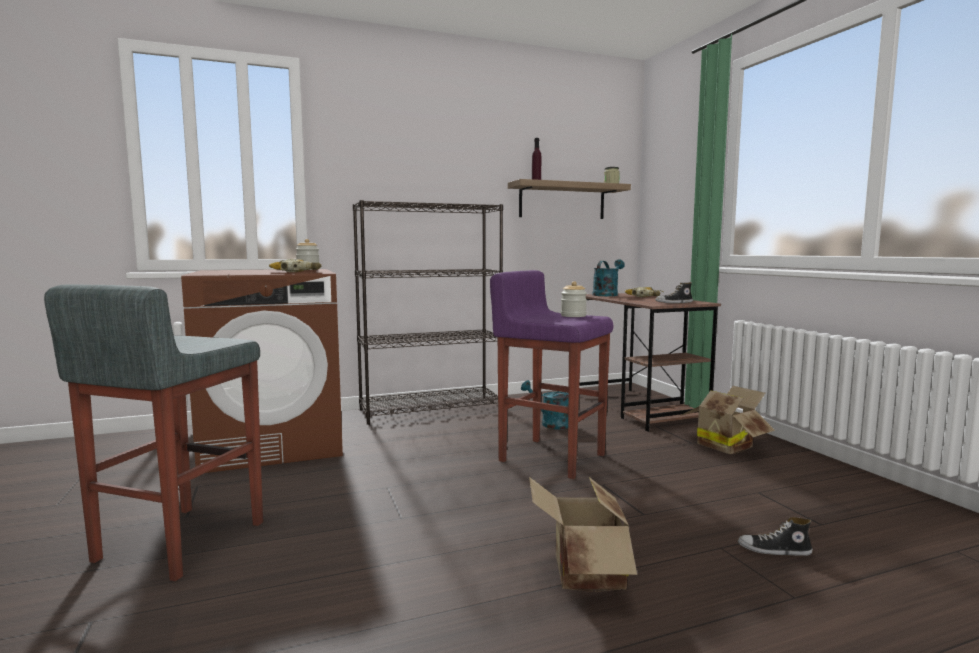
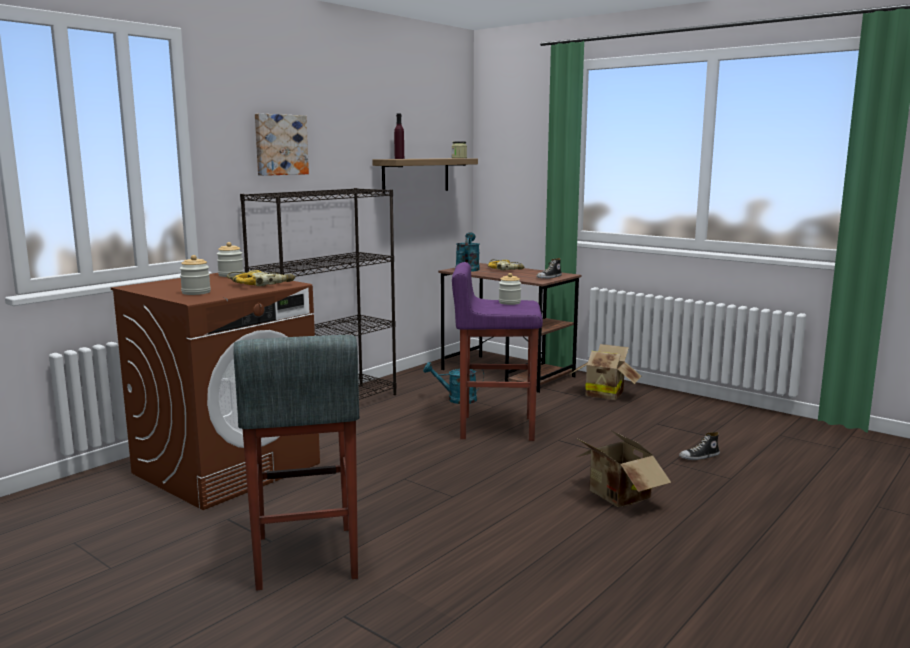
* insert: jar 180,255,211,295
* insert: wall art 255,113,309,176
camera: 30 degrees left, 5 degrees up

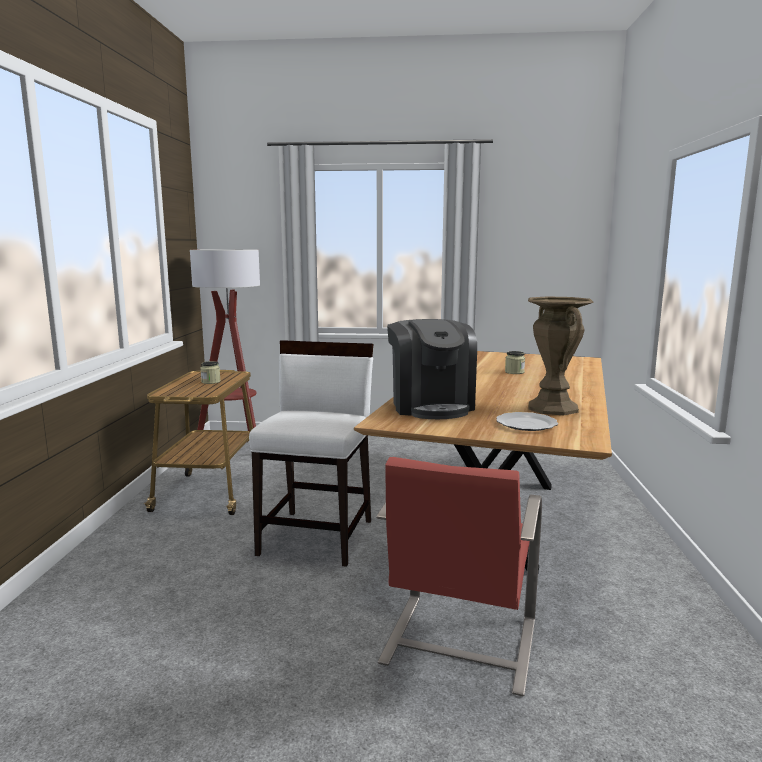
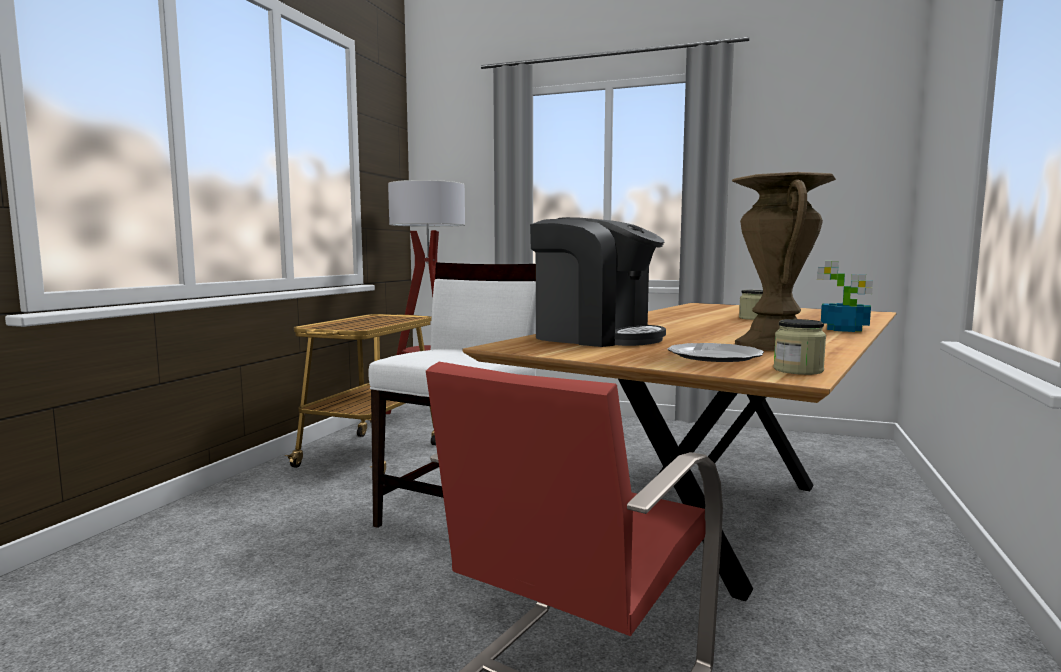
* insert: plant in a pot 817,261,873,332
* move: jar 200,361,220,384 to 773,319,826,375
* rotate: coffee brewer 387,319,477,419 = 530,217,666,347 60 degrees counterclockwise
camera: 15 degrees right, 5 degrees down

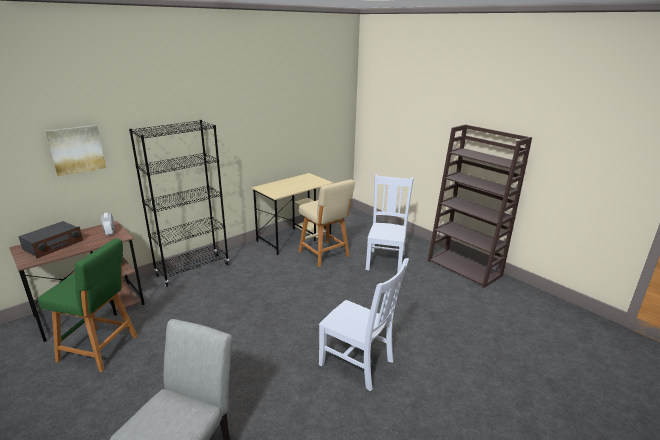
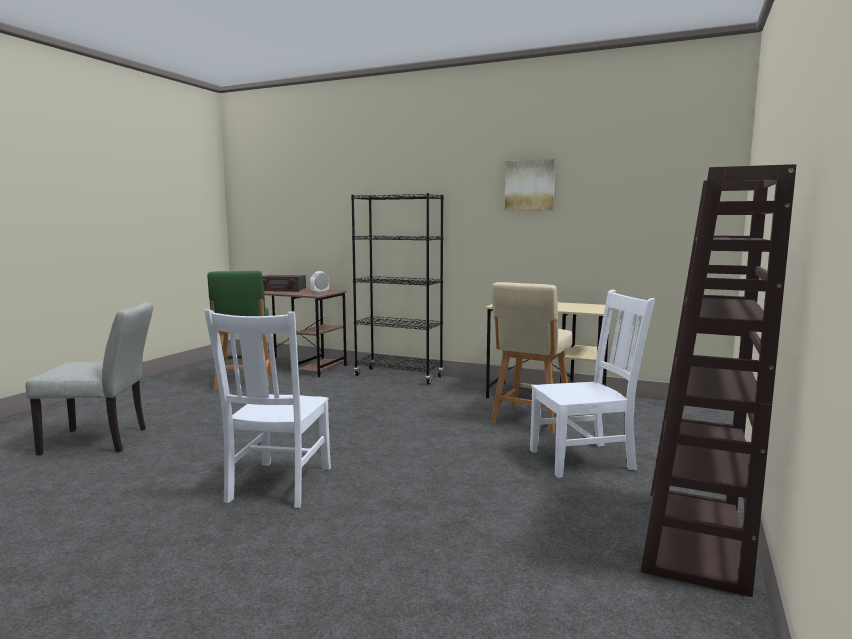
* move: wall art 46,125,106,176 to 505,159,555,211
camera: 65 degrees right, 15 degrees down

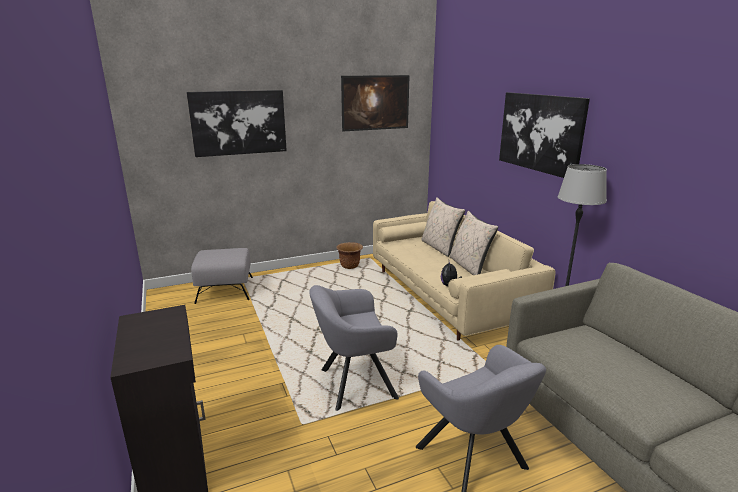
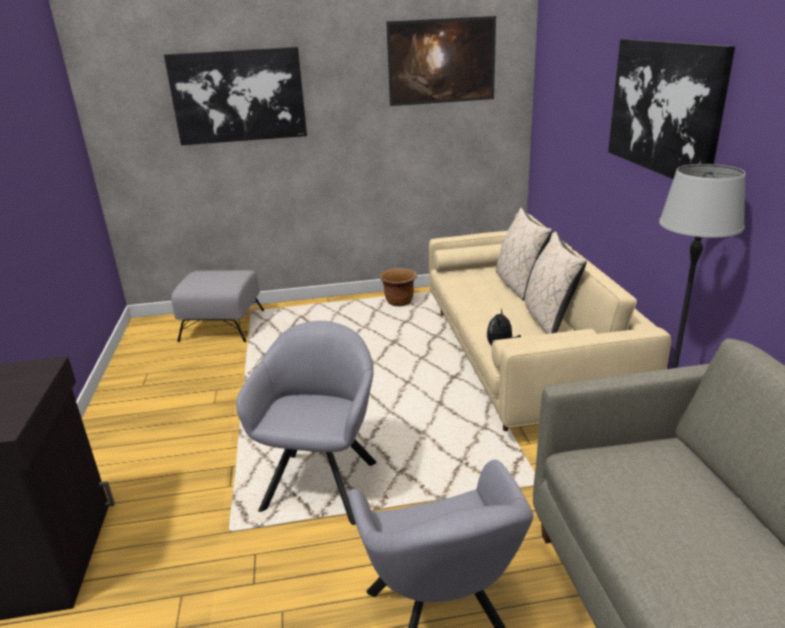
* rotate: armchair (gray) 309,285,399,411 = 236,321,377,525 105 degrees clockwise
camera: 15 degrees right, 5 degrees up

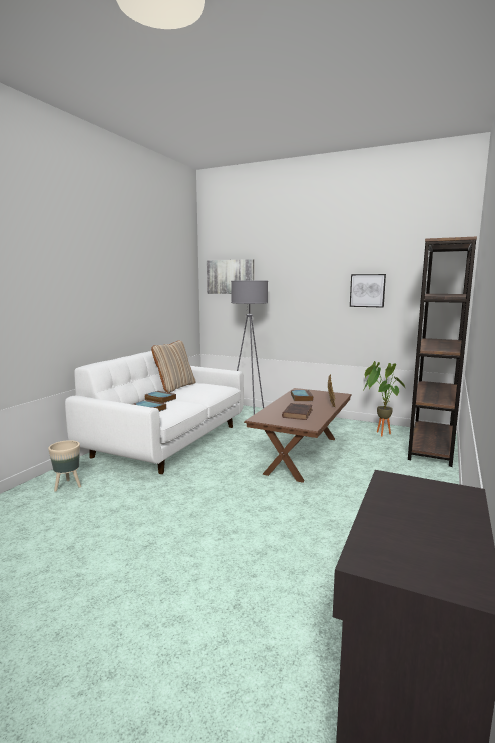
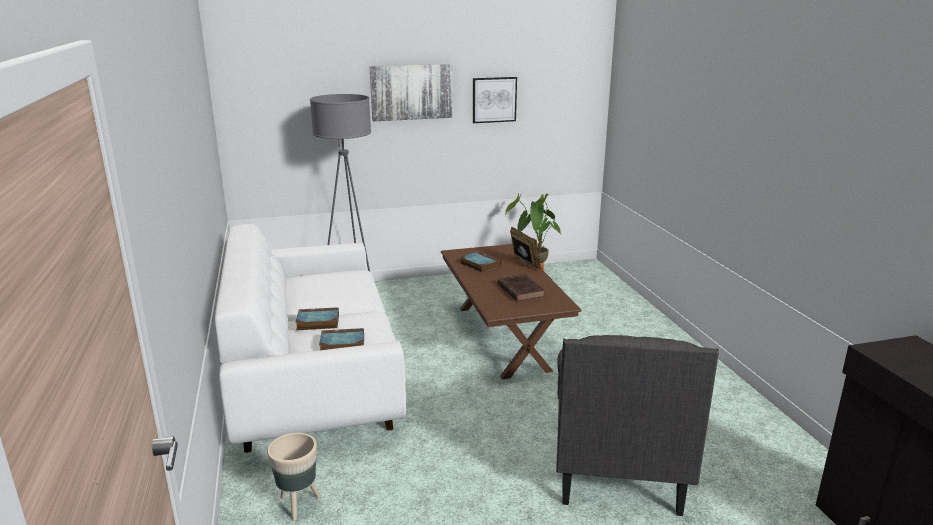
* delete: throw pillow (sand-coloured) 151,340,196,393
* delete: bookcase (brown) 408,237,477,467
* insert: armchair (gray) 556,335,719,516
* move: wall art 207,259,254,294 to 370,64,453,121
camera: 40 degrees left, 10 degrees up

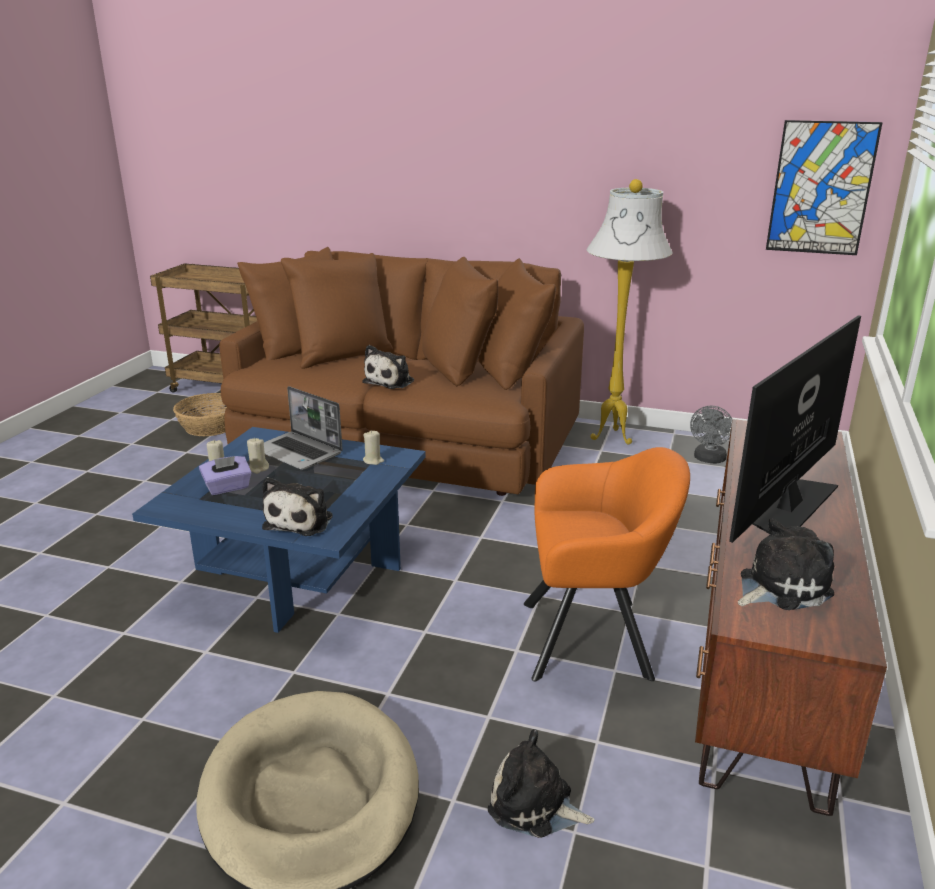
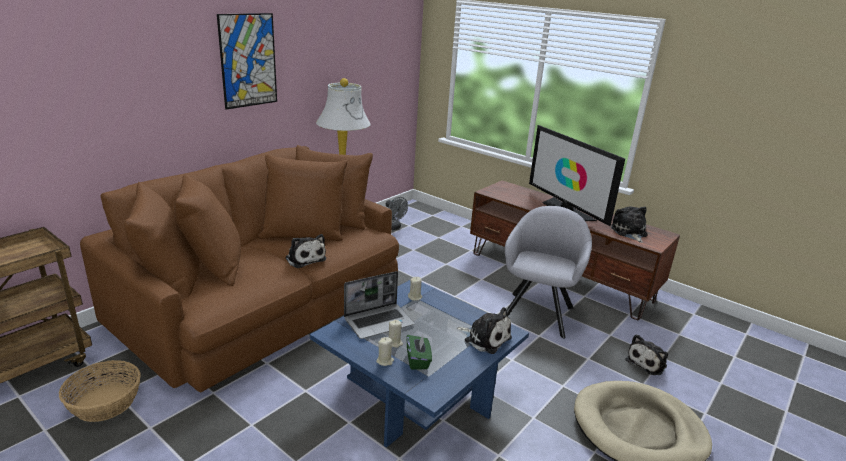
* move: wall art 766,120,883,255 to 217,13,277,110
* recolor: tissue holder (purple-coloured) 199,456,252,495 to tissue holder (greenish) 407,335,432,370
* recolor: armchair (orange-coloured) 524,447,690,681 to armchair (gray) 505,206,592,339
camera: 70 degrees left, 0 degrees up

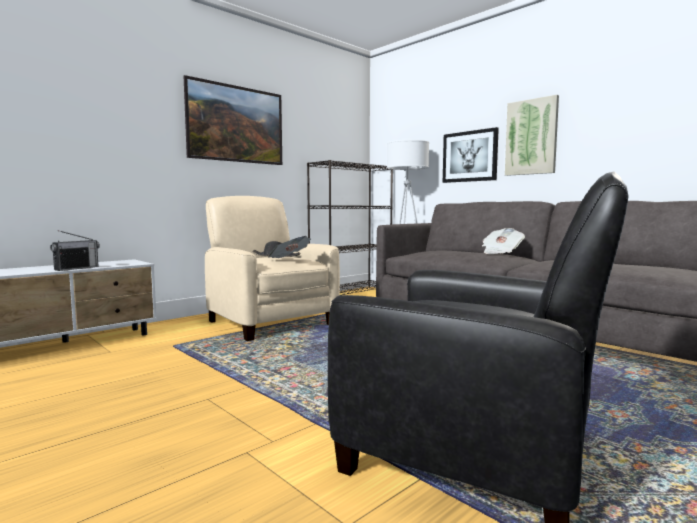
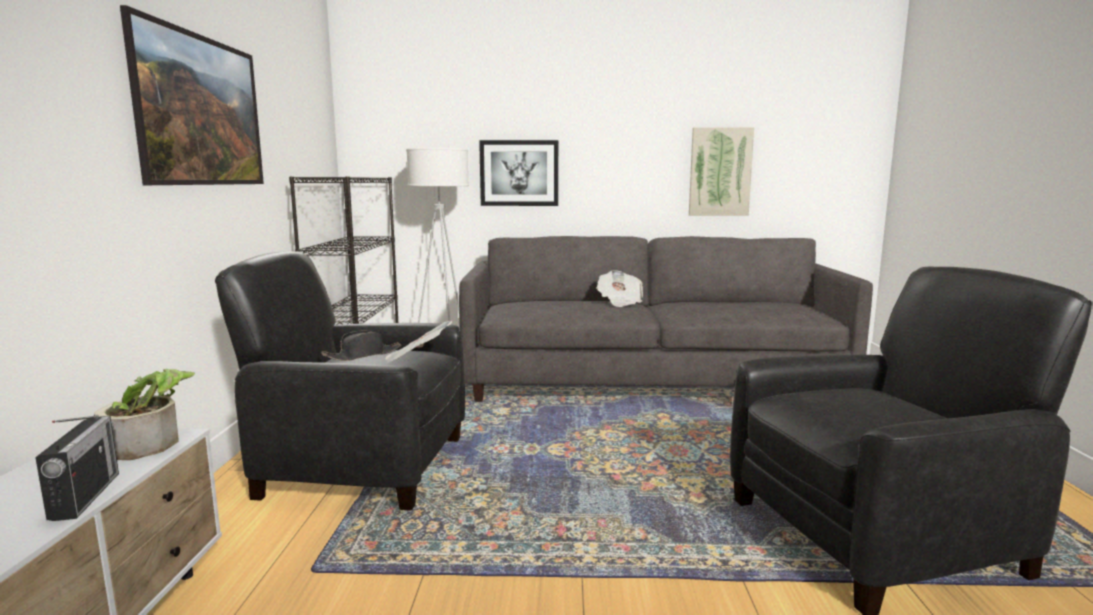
* insert: plant in a pot 94,369,195,460
* move: wall art 505,95,559,176 to 689,127,754,216
* recolor: armchair (sand-coloured) 205,196,340,341 to armchair (black-coloured) 215,251,465,511
camera: 45 degrees left, 5 degrees up

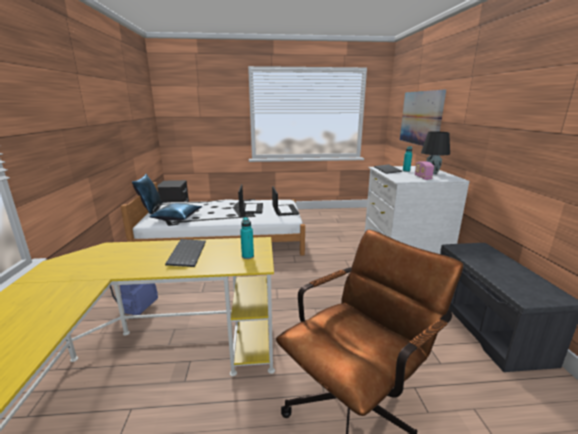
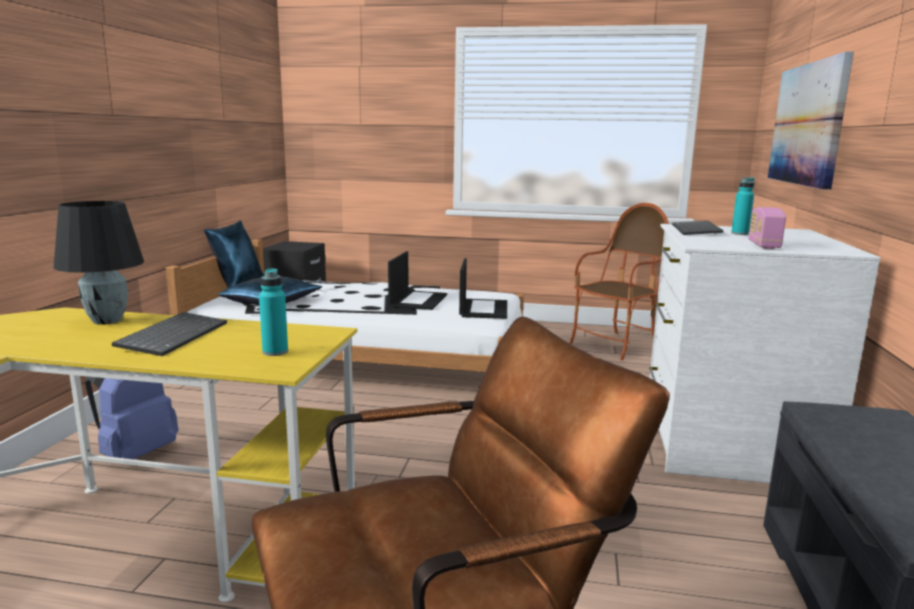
* insert: armchair 570,203,668,360
* move: lamp for a table (black-coloured) 421,131,450,174 to 54,201,144,325
camera: 15 degrees right, 5 degrees down

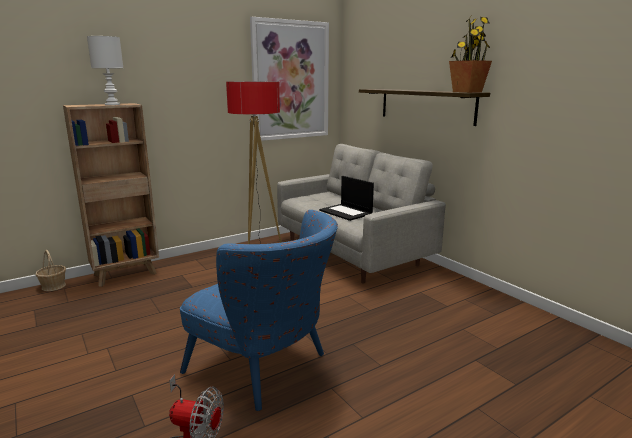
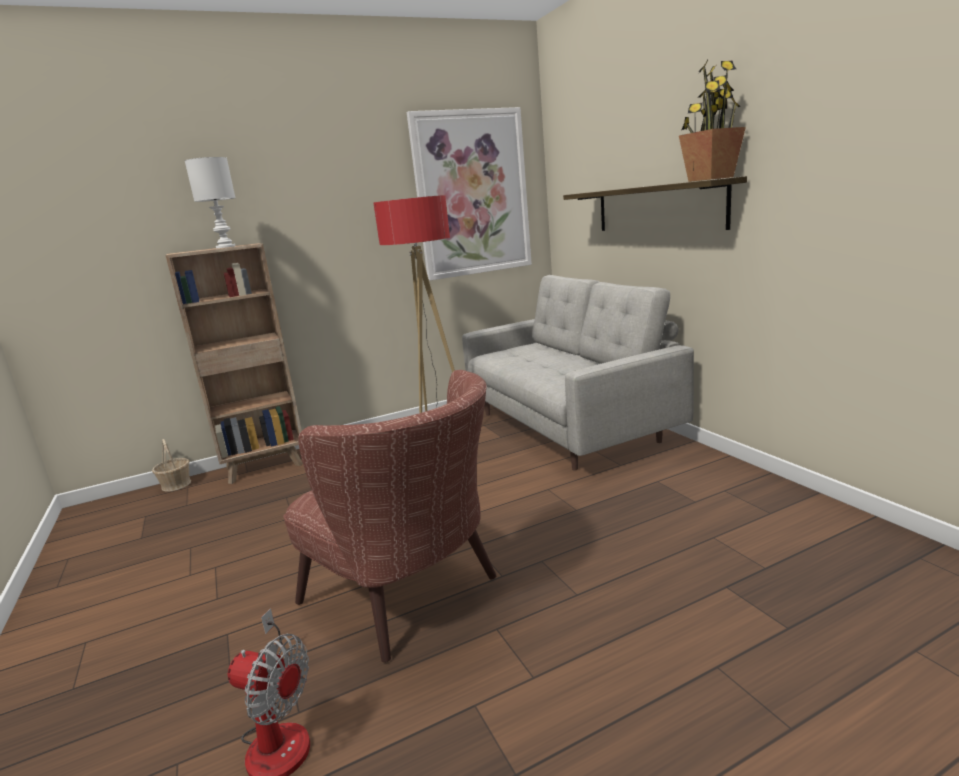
* delete: notebook computer 319,176,374,221
* recolor: armchair (bluish) 180,210,338,411 to armchair (brown) 283,370,496,662
camera: 10 degrees right, 0 degrees up

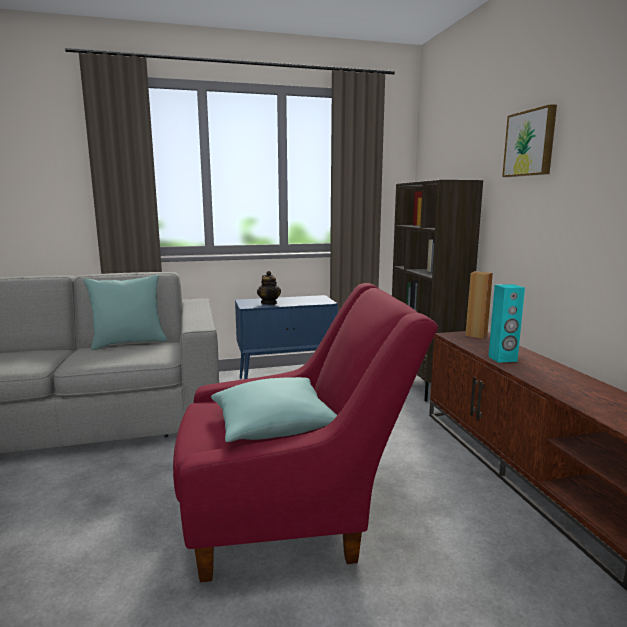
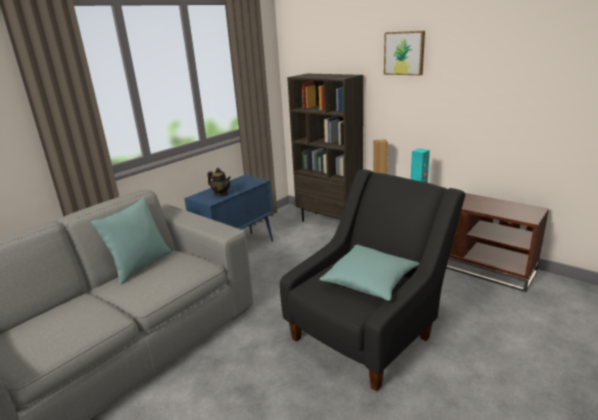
* recolor: armchair (red-coloured) 173,283,438,582 to armchair (black-coloured) 280,169,466,391
camera: 35 degrees left, 10 degrees up

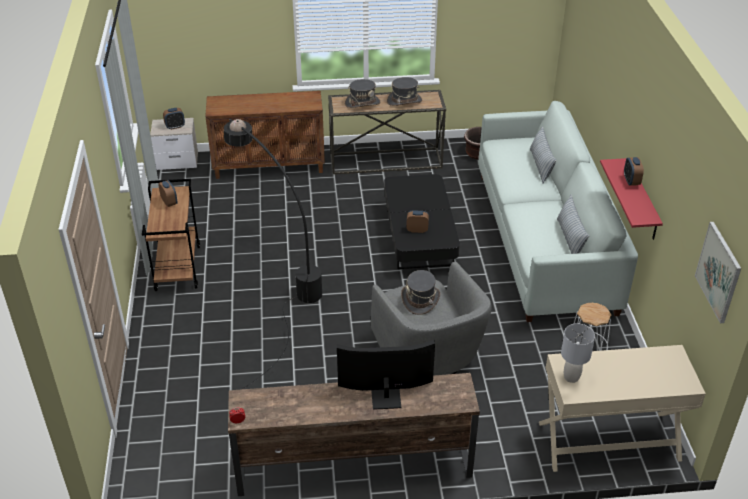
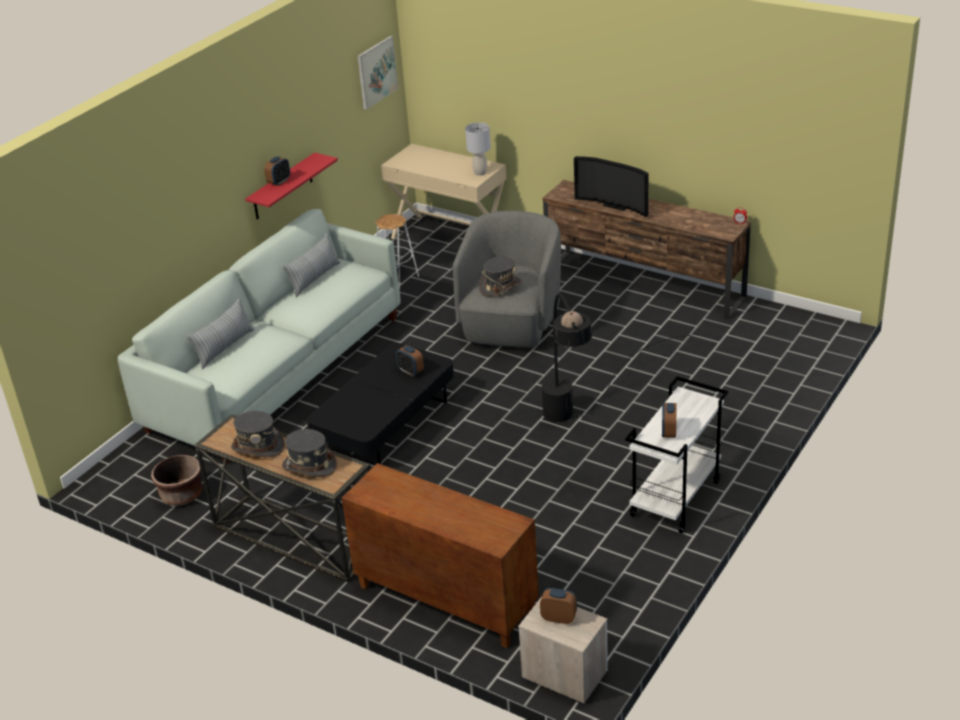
* recolor: wheeled cart (brown) 142,179,200,291 to wheeled cart (white-coloured) 625,376,729,533
camera: 140 degrees left, 5 degrees down

